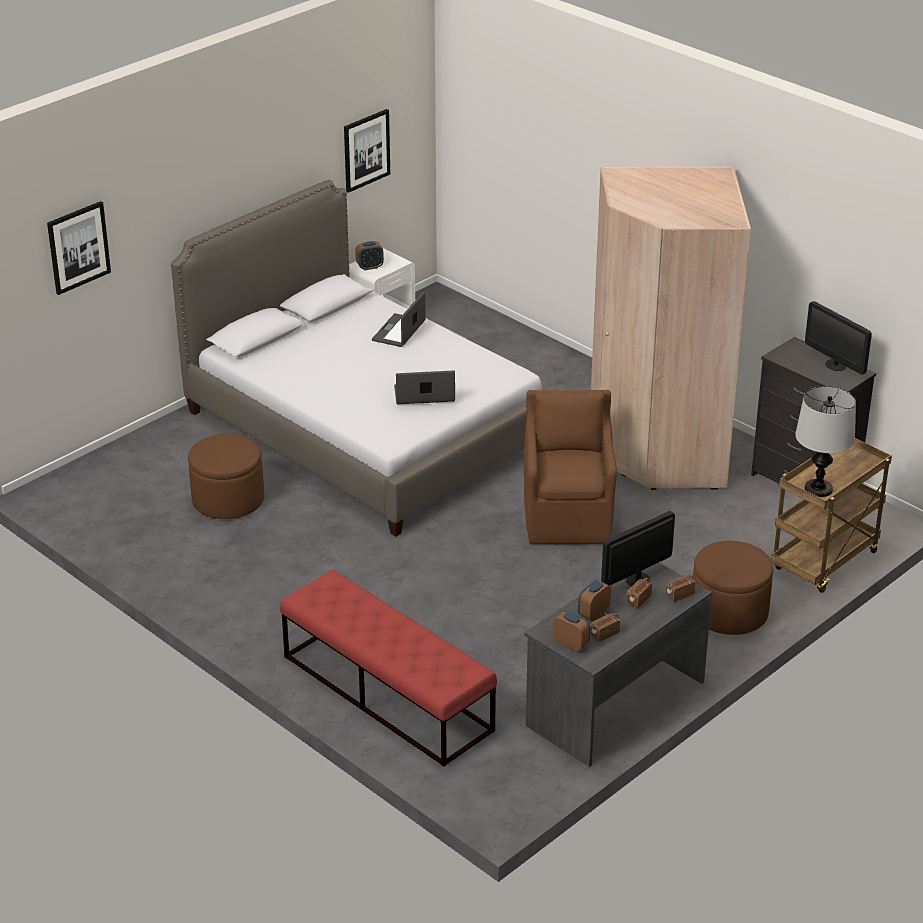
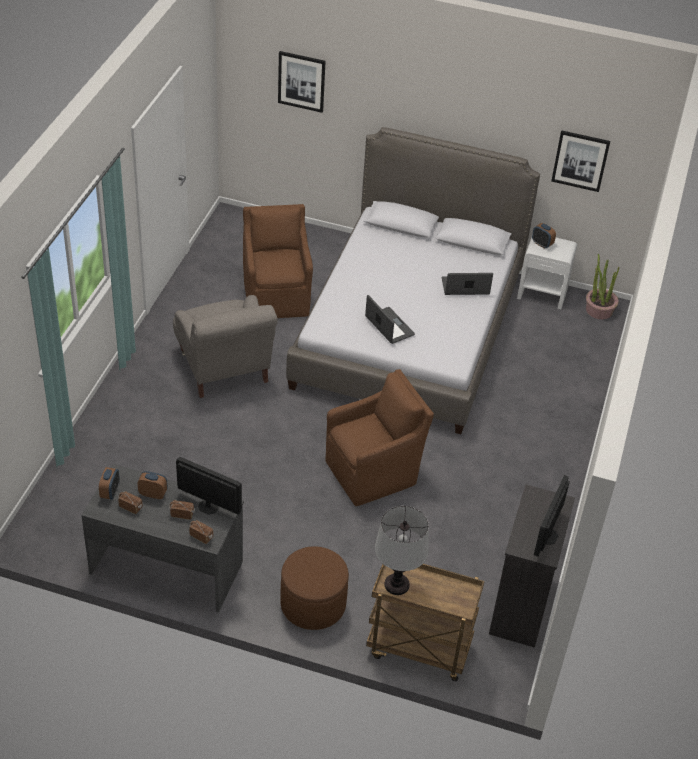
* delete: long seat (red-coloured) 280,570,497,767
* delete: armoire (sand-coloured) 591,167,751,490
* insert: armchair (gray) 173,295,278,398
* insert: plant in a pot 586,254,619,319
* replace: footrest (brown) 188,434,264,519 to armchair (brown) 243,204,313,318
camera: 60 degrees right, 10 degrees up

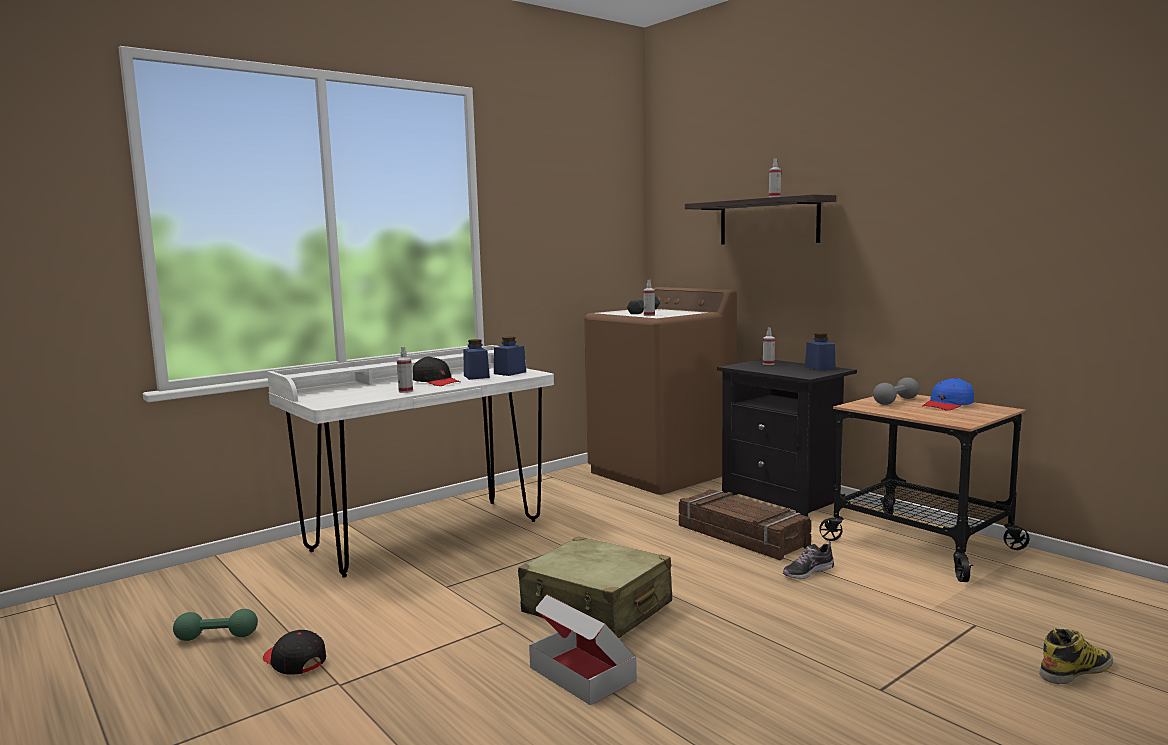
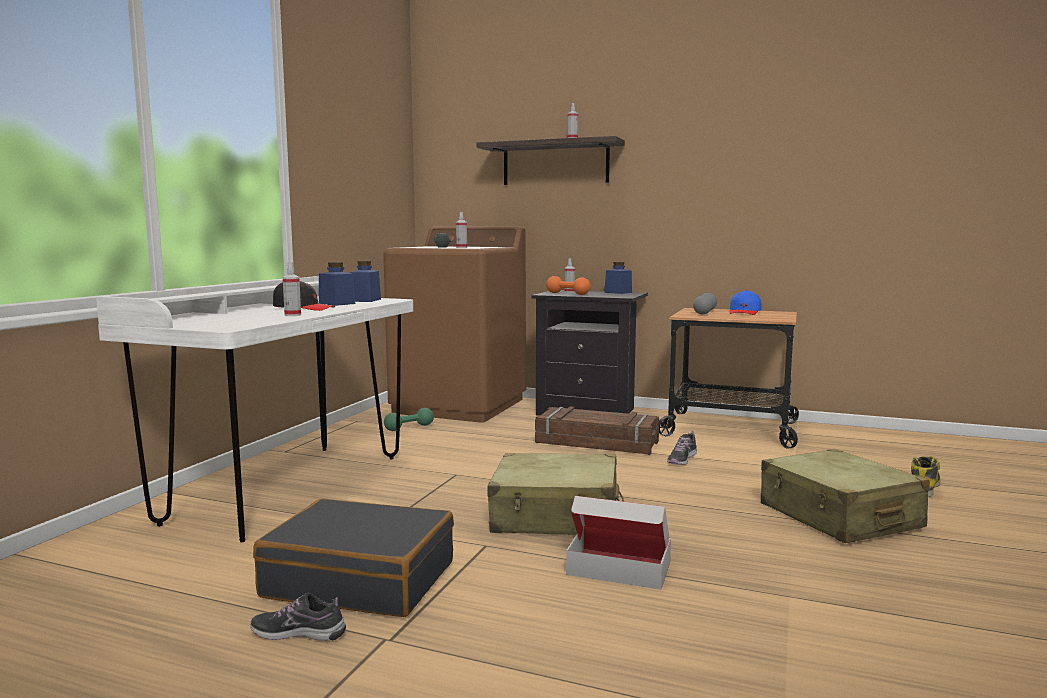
* insert: suitcase (black-coloured) 253,499,454,617
* insert: dumbbell (orange-coloured) 546,276,591,295
* insert: suitcase (sand-coloured) 761,449,930,543
* move: dumbbell (greenish) 173,609,258,641 to 384,408,434,431
* replace: baseball cap (black-coloured) 263,630,326,675 to low shoe 250,593,346,641
camera: 30 degrees left, 0 degrees up

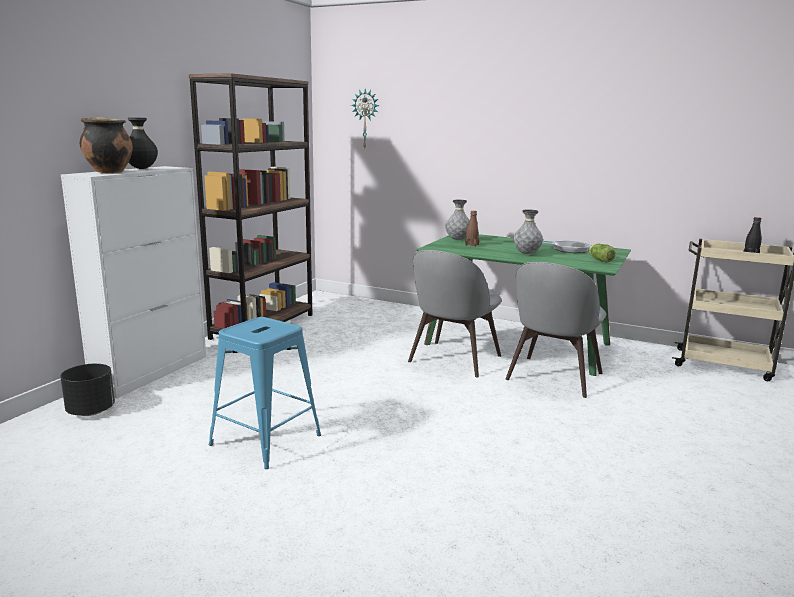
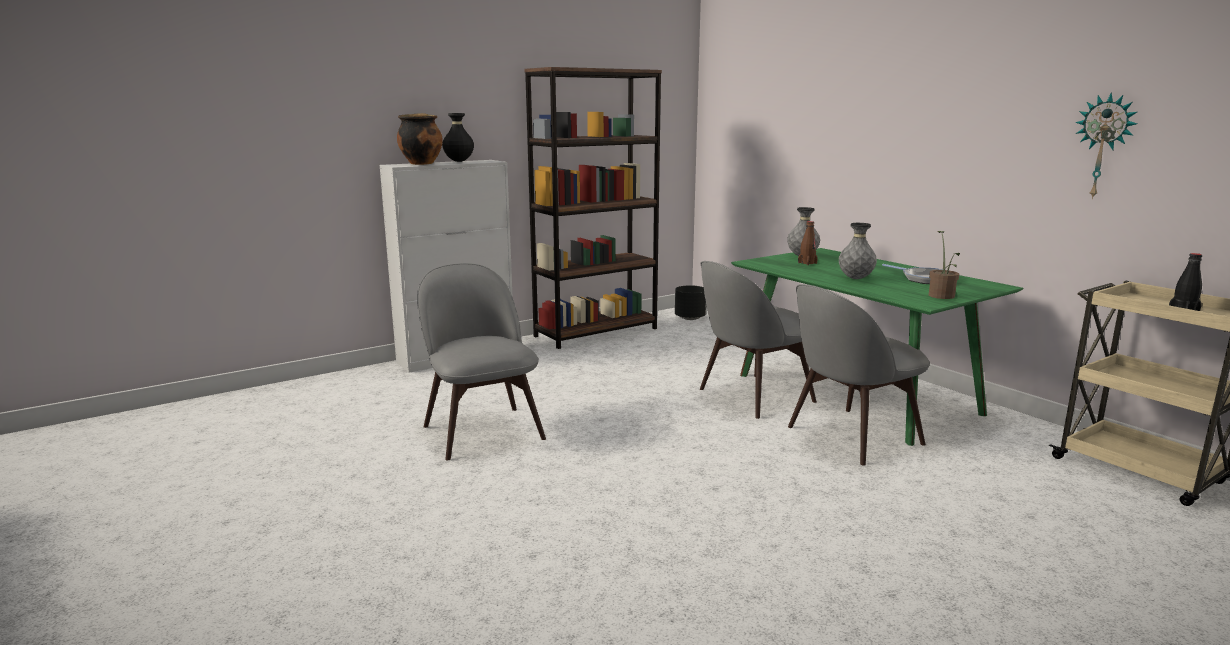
* move: flower pot (black-coloured) 60,364,115,416 to 675,285,707,320
* move: clock on the wall 351,89,379,148 to 1075,92,1137,199
* replace: stool seat (bluish) 209,317,321,469 to chair (gray) 417,263,546,460
* replace: lettuce 589,244,616,263 to plant in a pot 929,231,960,299
camera: 30 degrees right, 0 degrees up

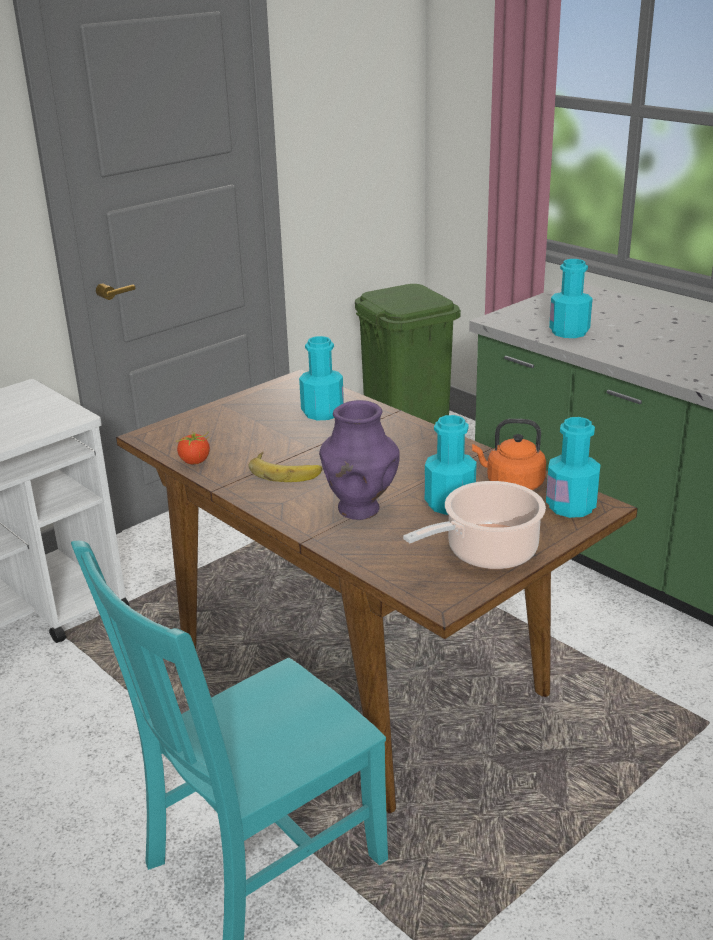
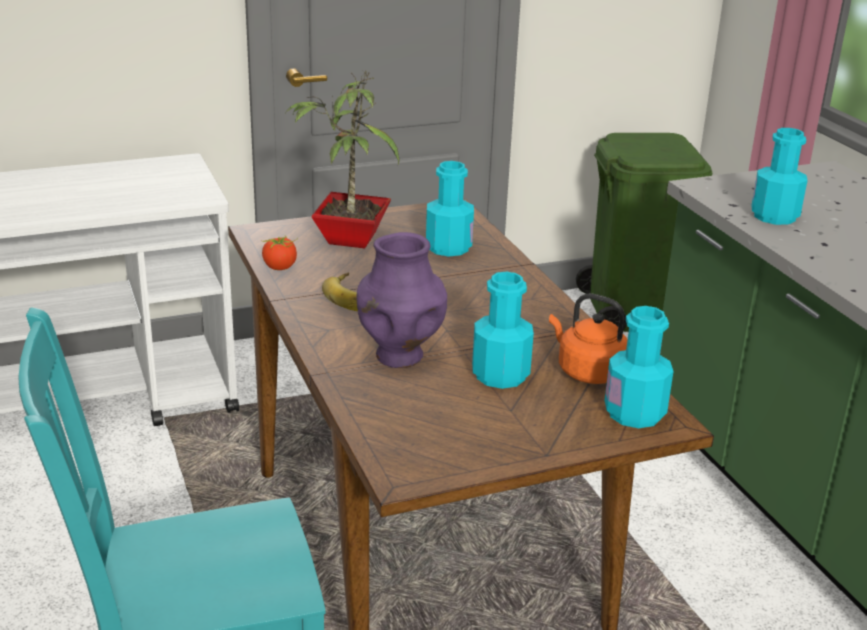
* delete: stockpot 403,481,546,569
* insert: plant in a pot 284,71,399,248
camera: 20 degrees right, 0 degrees up

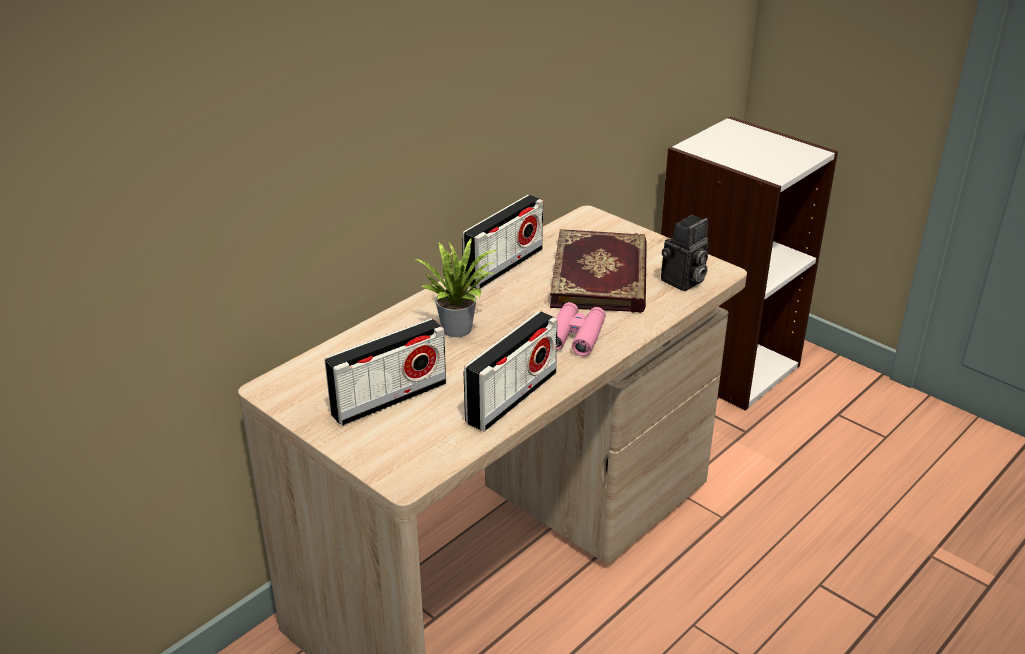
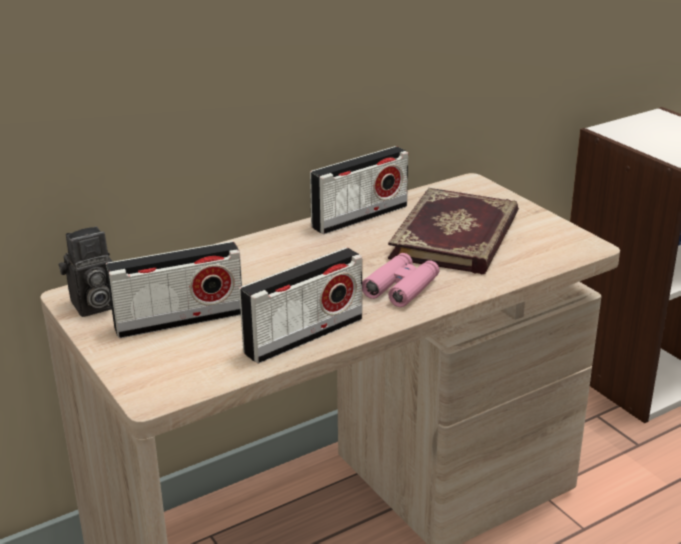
* delete: plant in a pot 415,237,497,337
* move: still camera 661,215,708,291 to 59,226,113,317
camera: 15 degrees right, 5 degrees down

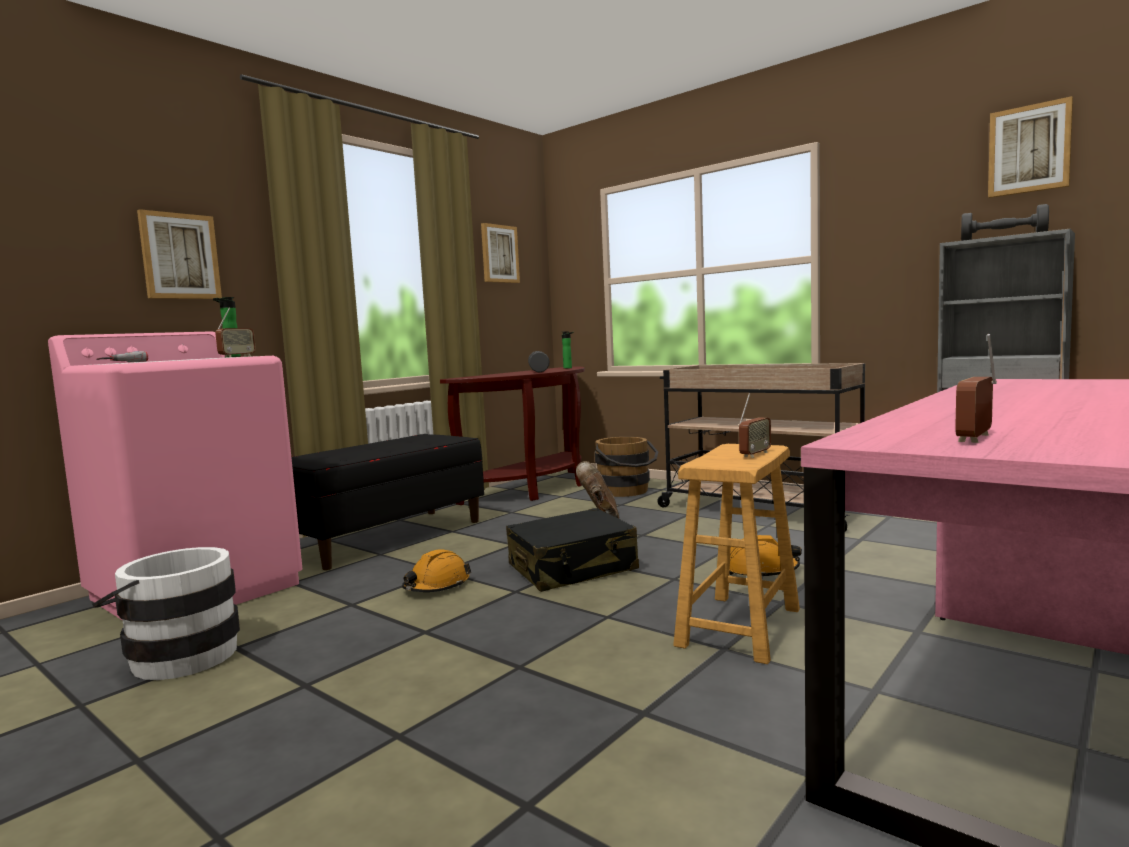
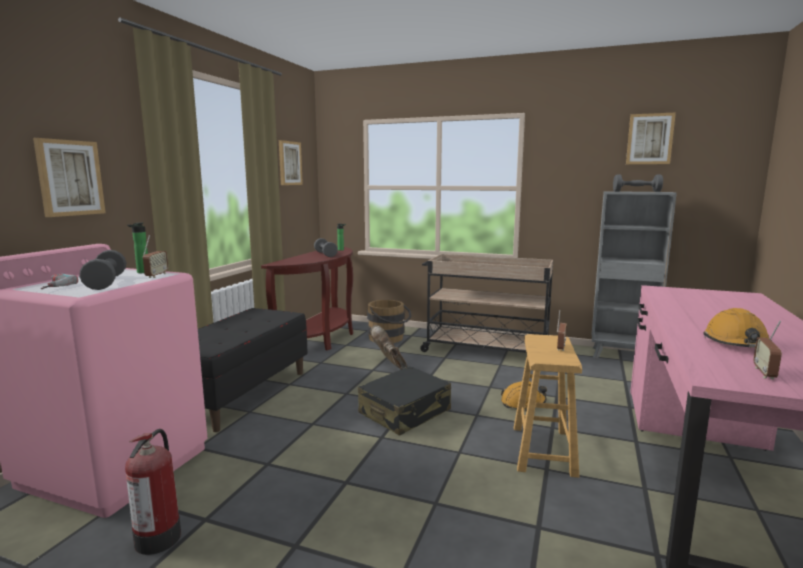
* insert: dumbbell (gray) 79,250,126,290
* move: hard hat (orange-coloured) 402,549,471,592 to 703,308,772,348
* replace: water bucket (white-coloured) 92,547,240,680 to fire-fighting cylinder 125,429,181,555
camera: 20 degrees left, 5 degrees up

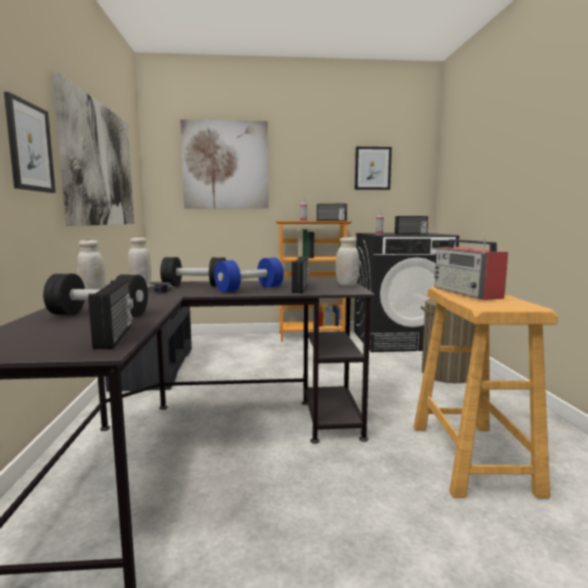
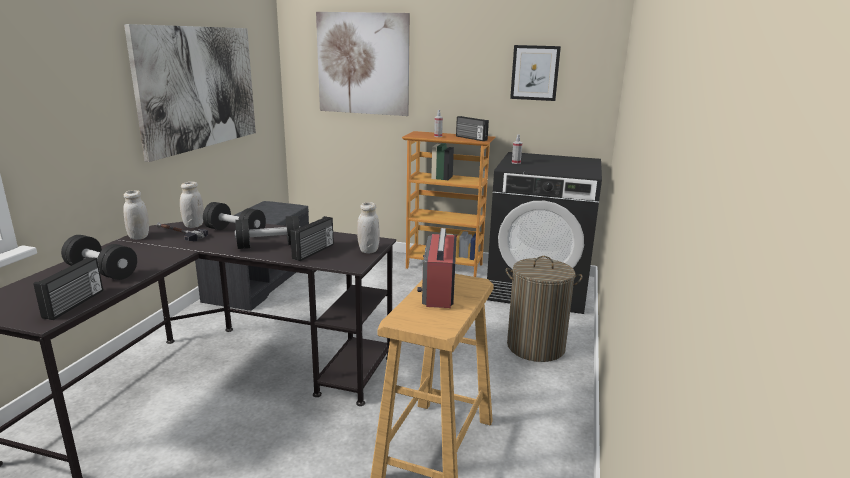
* delete: wall art 4,92,56,193
* delete: radio receiver 395,216,428,235
* recolor: dumbbell (bluish) 214,258,284,293 to dumbbell (black-coloured) 235,216,300,249
camera: 20 degrees right, 10 degrees up

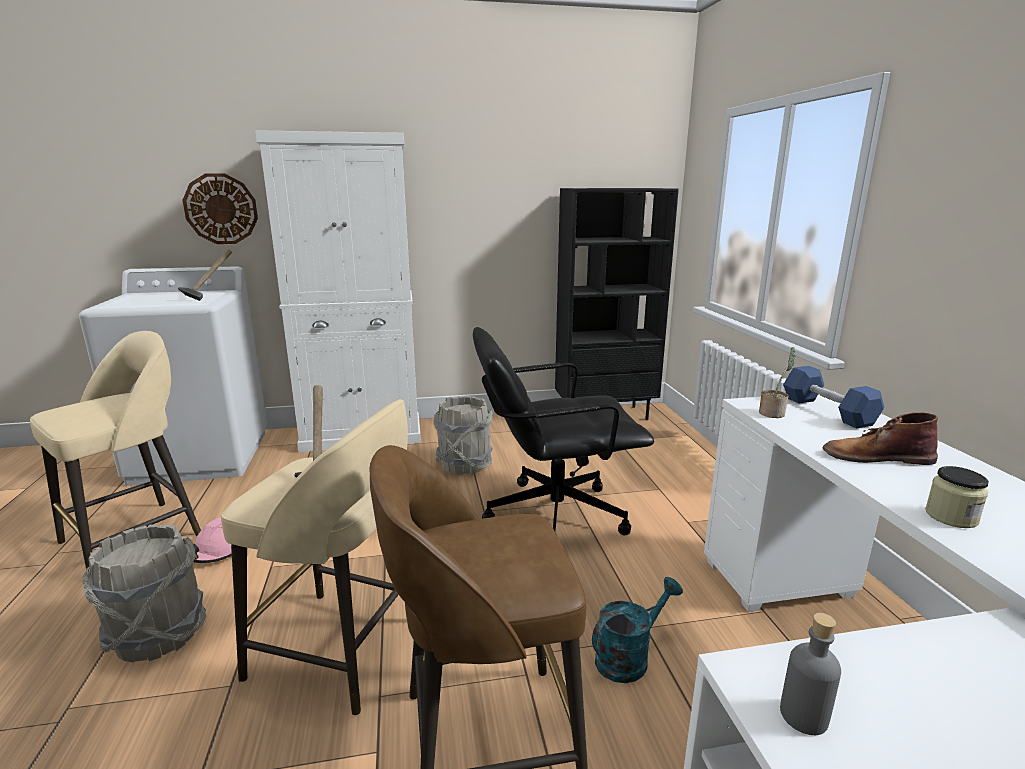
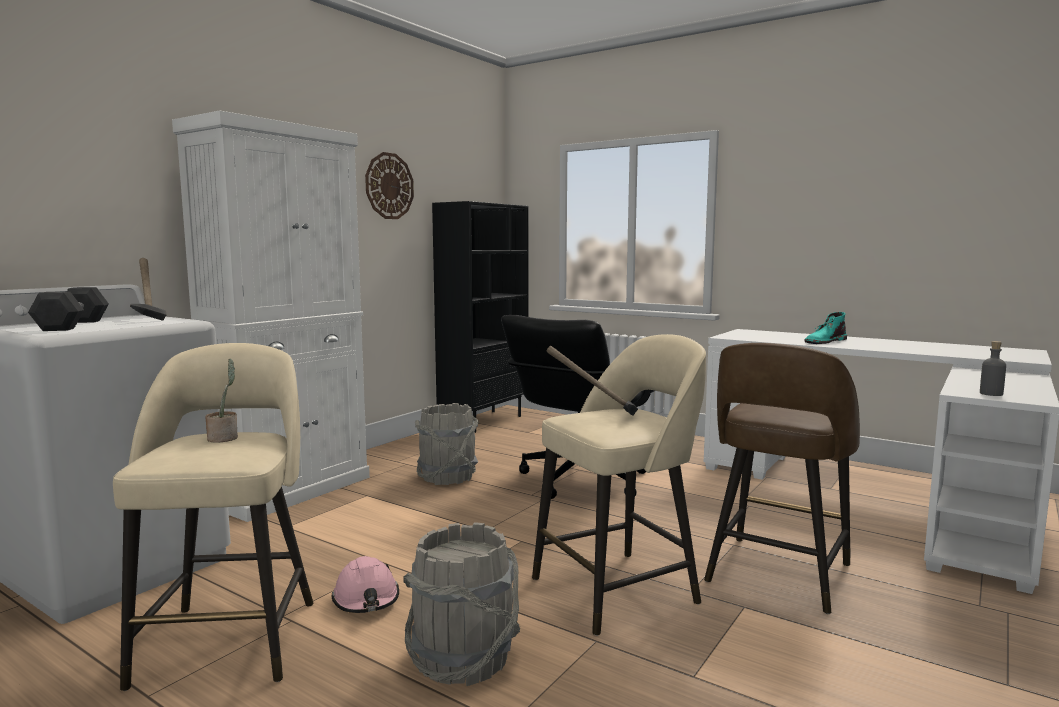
* delete: sprinkling can (blue-green) 592,577,683,683
* delete: dumbbell (bluish) 783,366,884,429
* delete: jar 925,466,989,528
* insert: dumbbell (gray) 28,287,109,331
* move: clock on the wall 183,173,258,244 to 365,152,414,219
* move: plant in a pot 759,347,796,418 to 205,359,238,442
* recolor: high-top boot (brown) 822,412,938,465 to high-top boot (blue-green) 804,312,847,344
camera: 45 degrees left, 10 degrees down

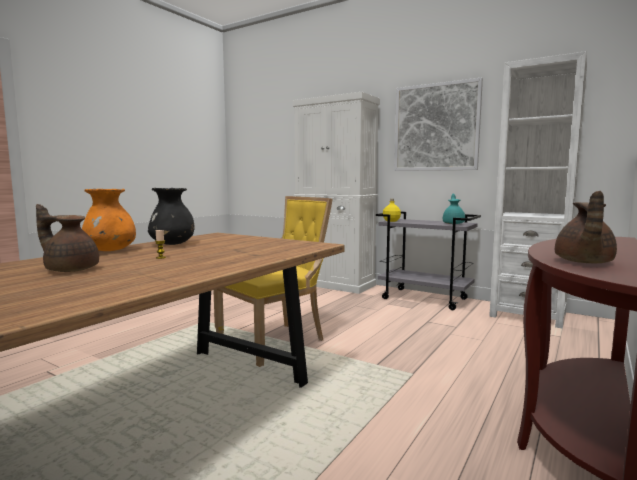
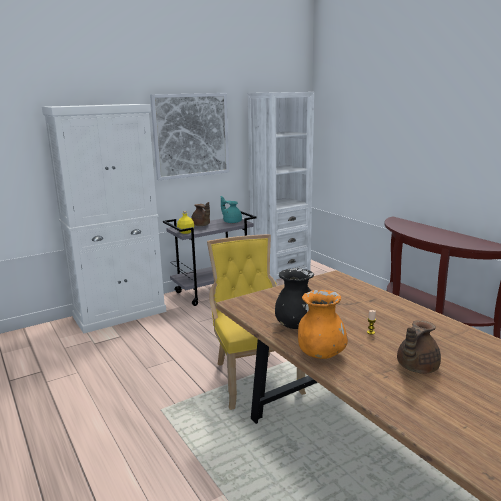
* move: pot for tea (brown) 555,191,617,263 to 191,202,210,226
camera: 65 degrees left, 10 degrees up

